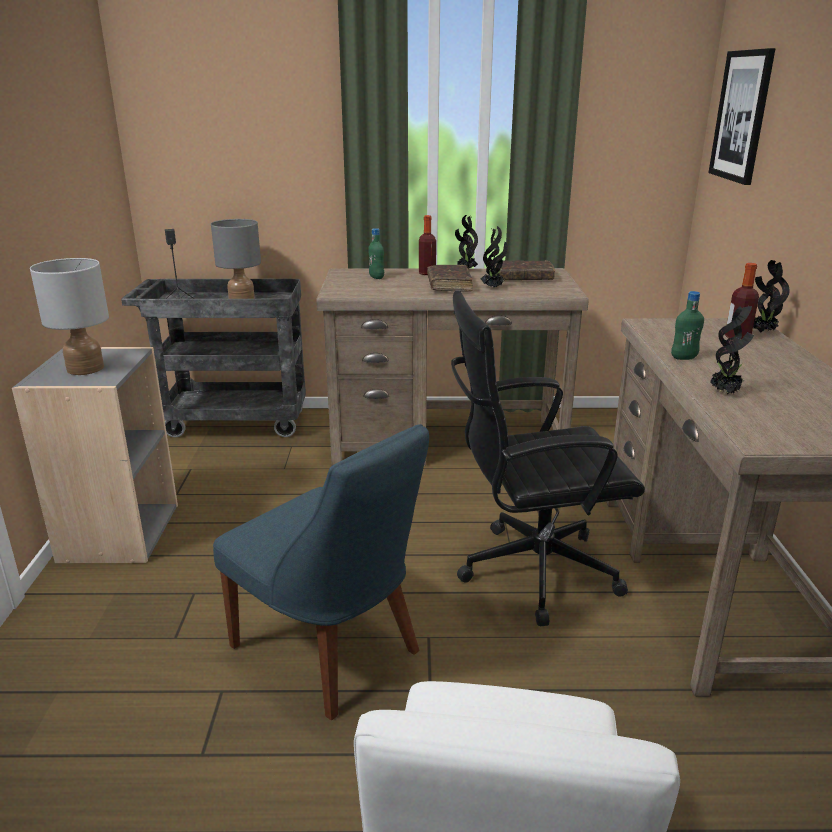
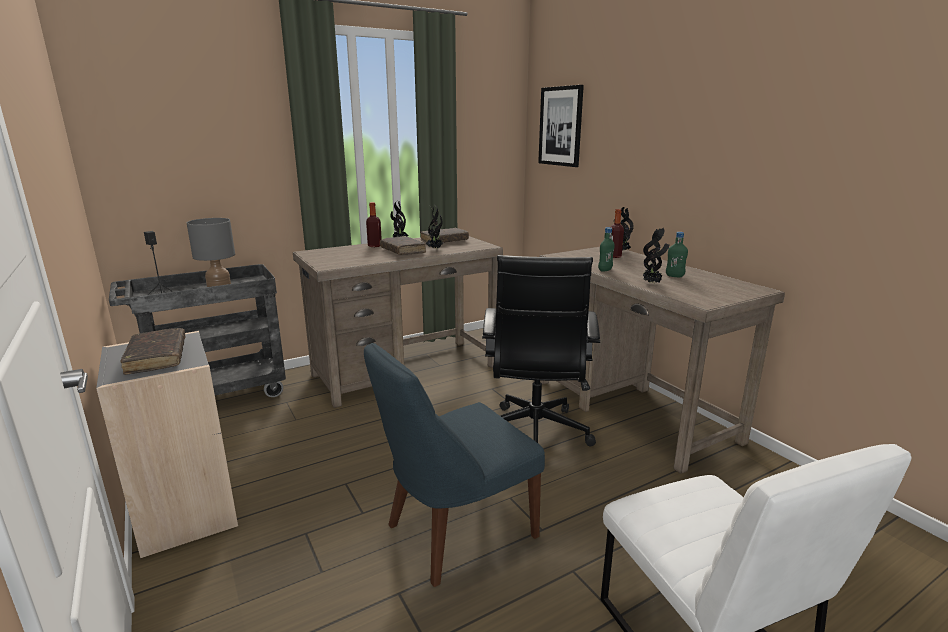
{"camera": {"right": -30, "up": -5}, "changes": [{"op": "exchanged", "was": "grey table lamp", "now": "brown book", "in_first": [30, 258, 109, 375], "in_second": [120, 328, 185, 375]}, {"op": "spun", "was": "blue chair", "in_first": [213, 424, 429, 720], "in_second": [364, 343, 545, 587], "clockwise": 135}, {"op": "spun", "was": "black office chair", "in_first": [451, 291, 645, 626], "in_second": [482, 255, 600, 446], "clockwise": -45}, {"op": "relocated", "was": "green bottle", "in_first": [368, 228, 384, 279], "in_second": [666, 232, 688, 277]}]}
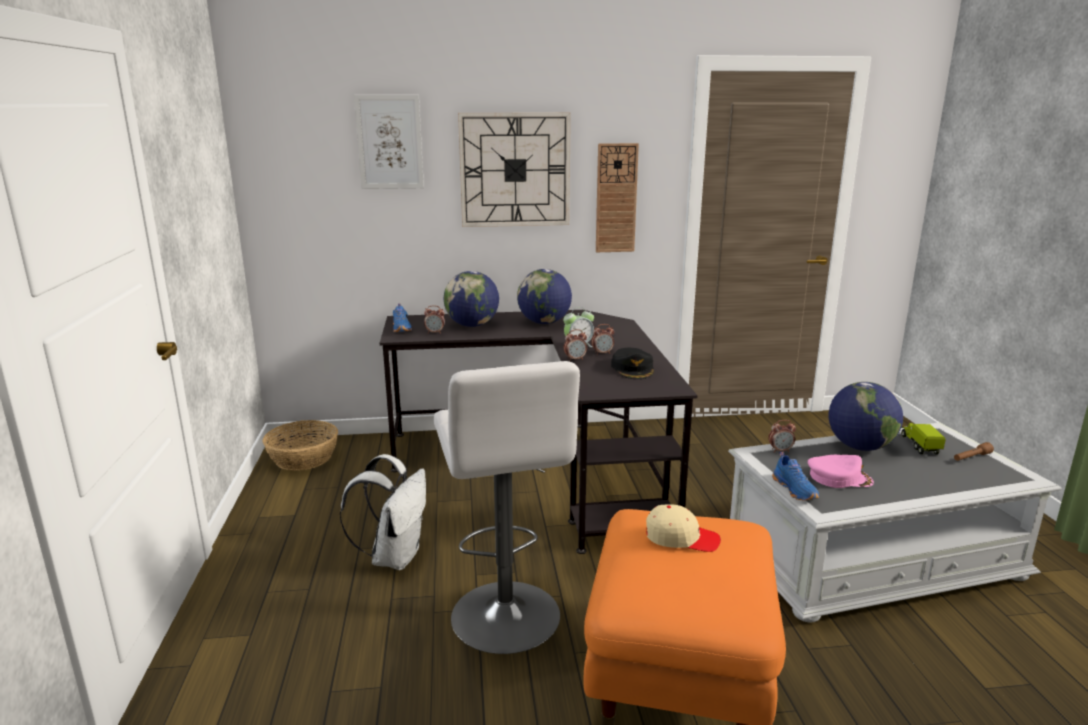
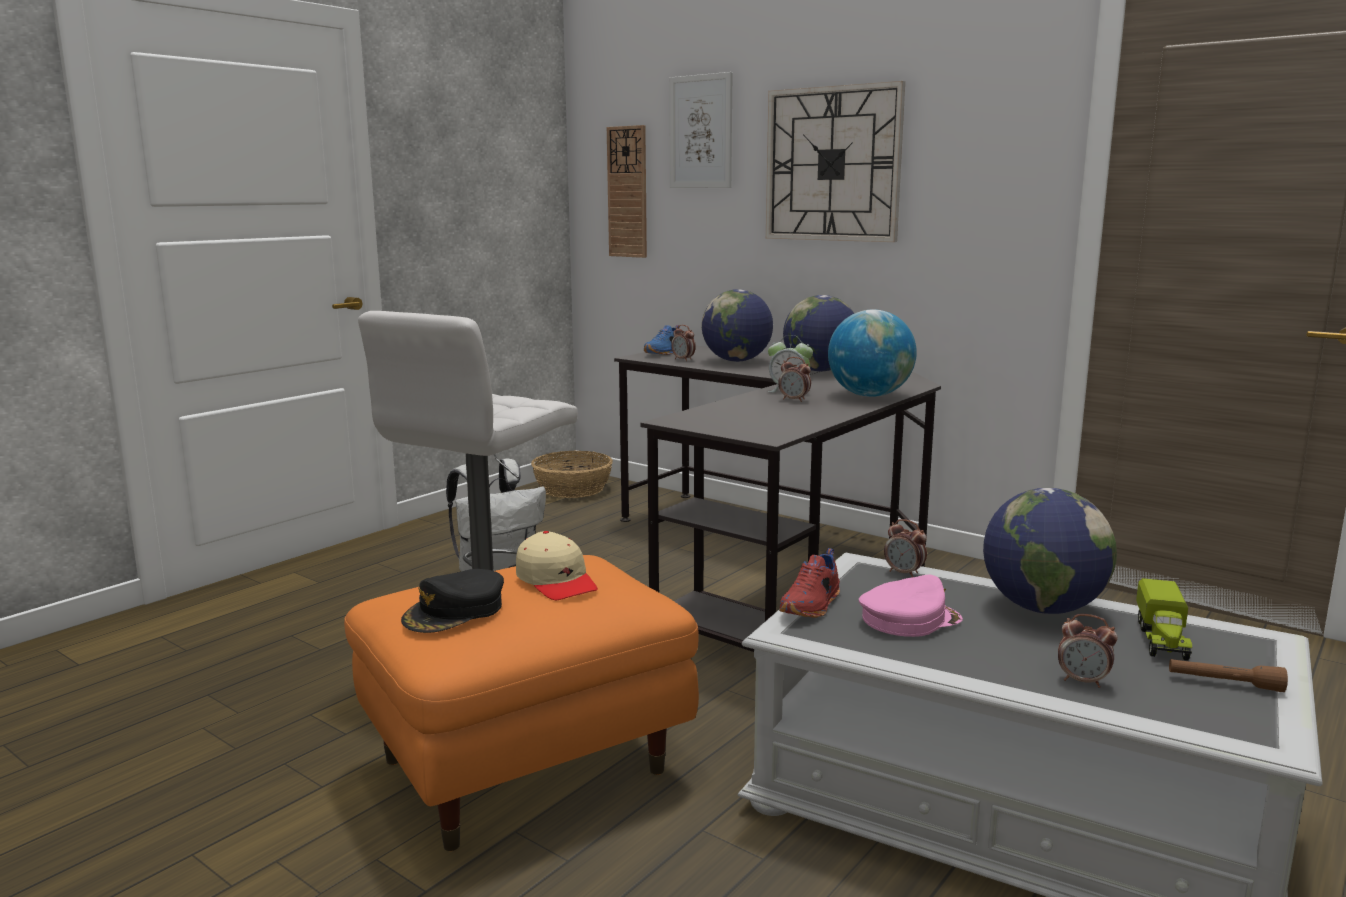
{"camera": {"right": 45, "up": -5}, "changes": [{"op": "relocated", "was": "black cap", "in_first": [611, 348, 654, 379], "in_second": [401, 569, 504, 633]}, {"op": "relocated", "was": "wall clock", "in_first": [596, 143, 639, 252], "in_second": [607, 125, 647, 258]}, {"op": "colour", "was": "blue shoe", "now": "red shoe", "in_first": [772, 452, 819, 501], "in_second": [779, 548, 840, 618]}, {"op": "appeared", "now": "globe", "in_second": [828, 309, 917, 397]}, {"op": "spun", "was": "pink cap", "in_first": [808, 455, 874, 488], "in_second": [859, 575, 963, 637], "clockwise": -75}, {"op": "relocated", "was": "alarm clock", "in_first": [564, 329, 587, 361], "in_second": [1058, 614, 1118, 688]}, {"op": "spun", "was": "toy truck", "in_first": [901, 423, 946, 455], "in_second": [1136, 578, 1192, 661], "clockwise": 150}]}
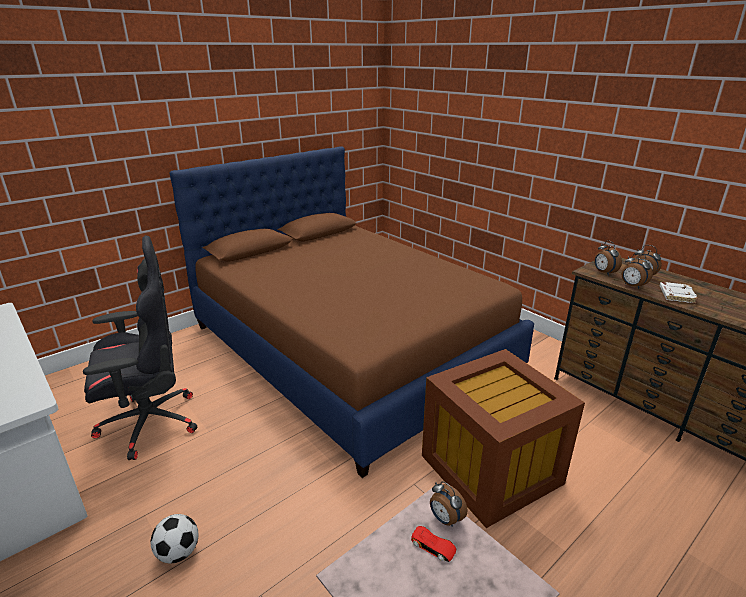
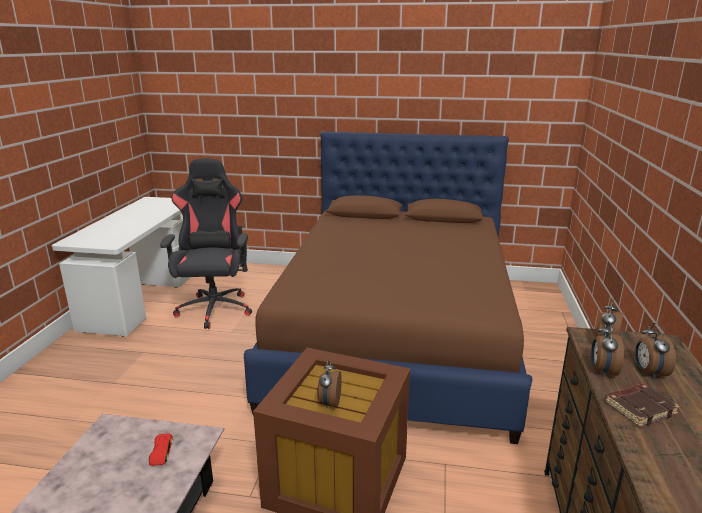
{"camera": {"right": 50, "up": -5}, "changes": [{"op": "spun", "was": "black office chair", "in_first": [83, 235, 197, 460], "in_second": [160, 158, 252, 329], "clockwise": -120}, {"op": "relocated", "was": "alarm clock", "in_first": [430, 481, 468, 527], "in_second": [317, 360, 342, 409]}, {"op": "colour", "was": "white book", "now": "brown book", "in_first": [660, 282, 698, 303], "in_second": [604, 383, 680, 427]}, {"op": "missing", "was": "football", "in_first": [151, 514, 198, 563]}]}
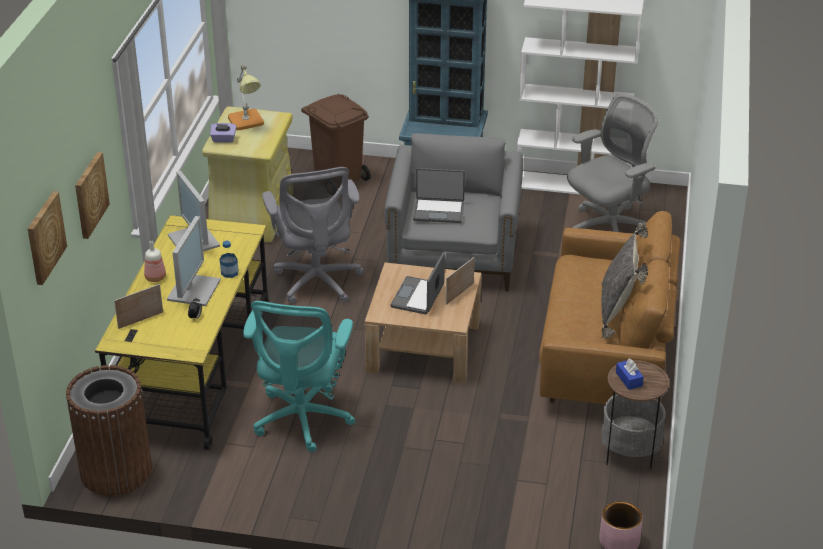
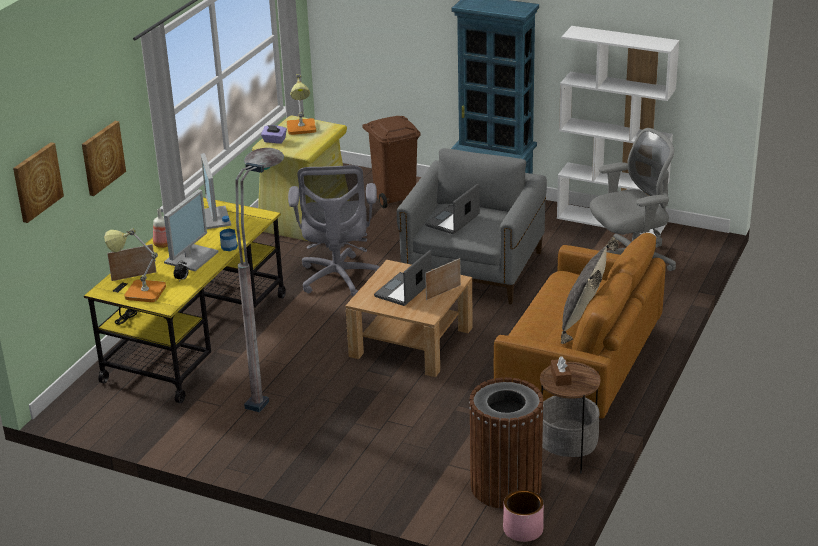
{"camera": {"right": 15, "up": -5}, "changes": [{"op": "appeared", "now": "table lamp", "in_second": [104, 229, 166, 302]}, {"op": "exchanged", "was": "turquoise office chair", "now": "grey floor lamp", "in_first": [243, 301, 356, 452], "in_second": [235, 148, 284, 412]}, {"op": "spun", "was": "laptop", "in_first": [413, 168, 465, 223], "in_second": [425, 183, 480, 234], "clockwise": 105}, {"op": "relocated", "was": "brown trash can", "in_first": [66, 365, 152, 496], "in_second": [469, 377, 544, 509]}, {"op": "colour", "was": "blue tissue box", "now": "brown tissue box", "in_first": [616, 359, 644, 390], "in_second": [551, 356, 572, 386]}]}
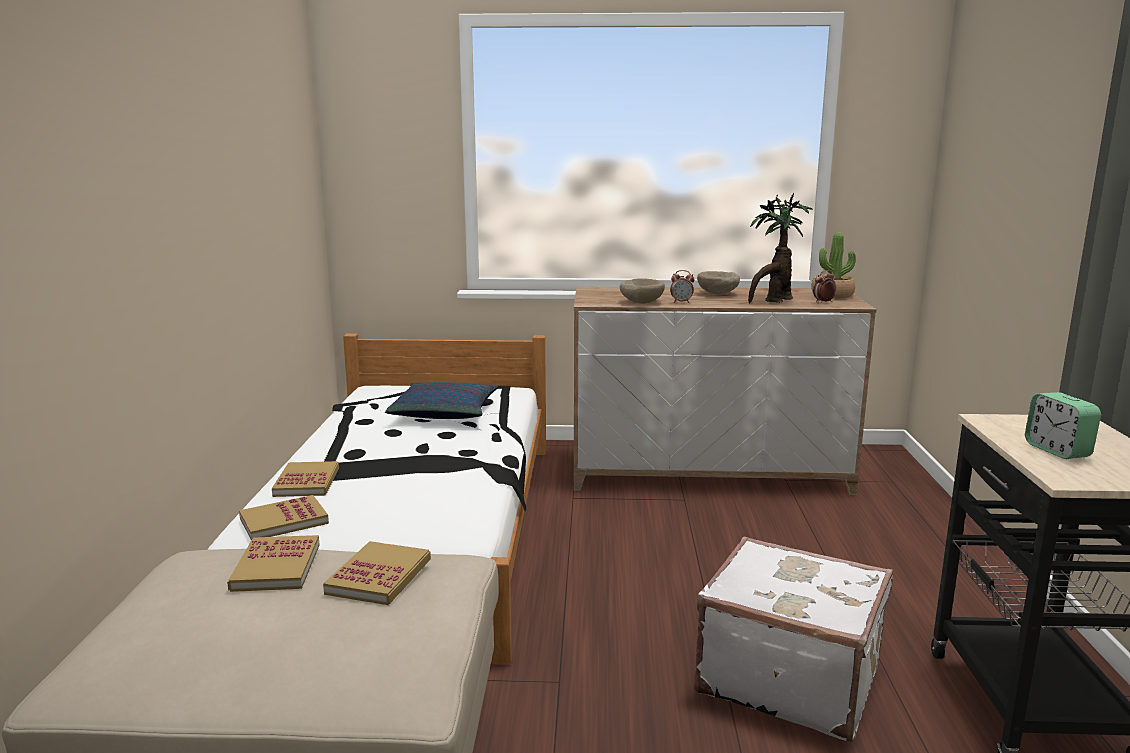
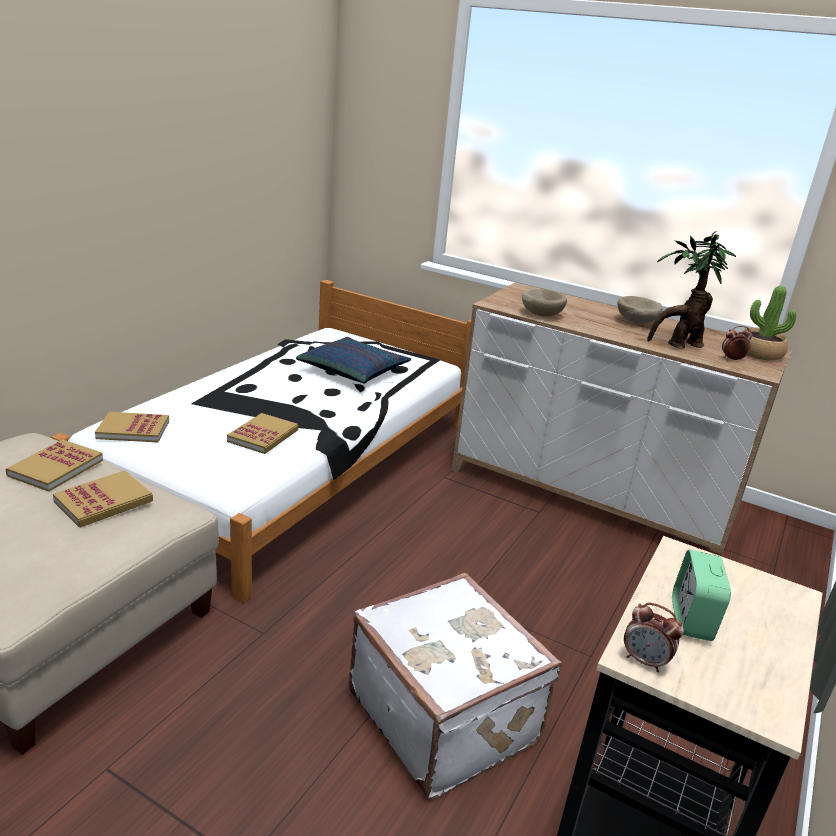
{"camera": {"right": 25, "up": 10}, "changes": [{"op": "relocated", "was": "book", "in_first": [272, 461, 339, 497], "in_second": [227, 413, 299, 454]}, {"op": "relocated", "was": "alarm clock", "in_first": [670, 270, 695, 303], "in_second": [624, 602, 684, 672]}]}
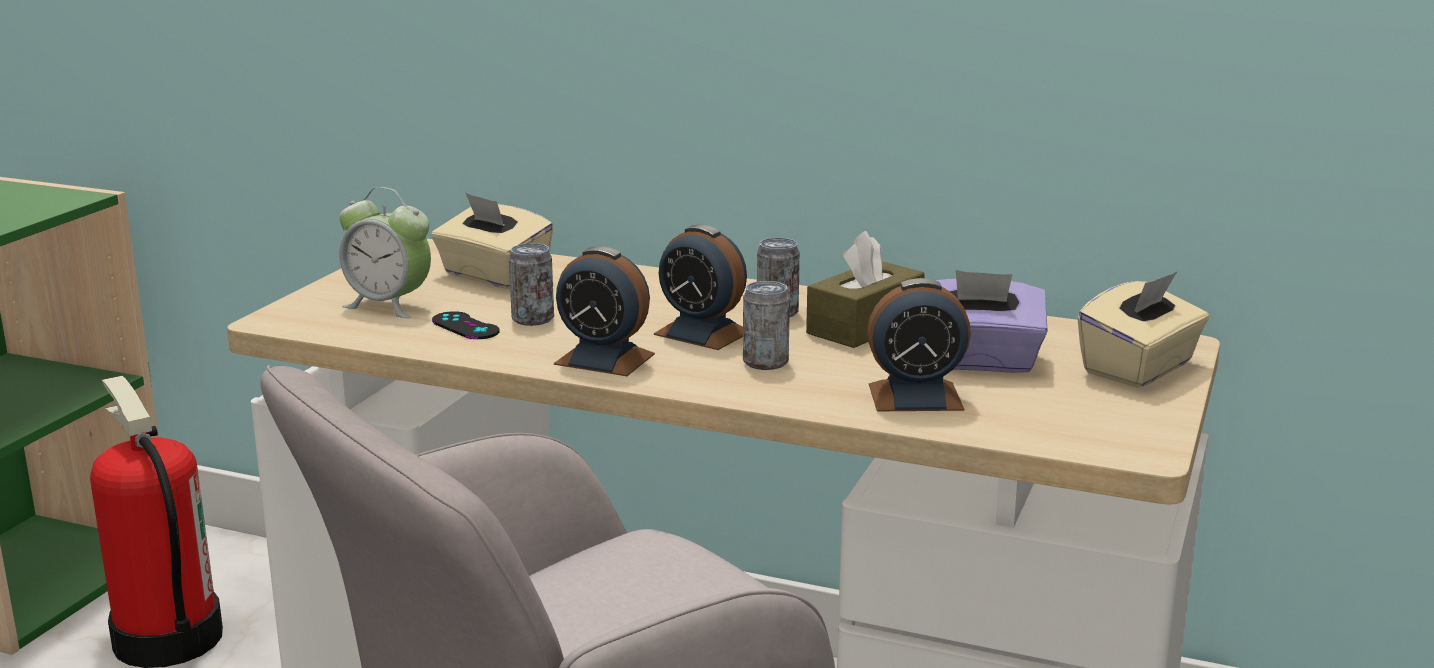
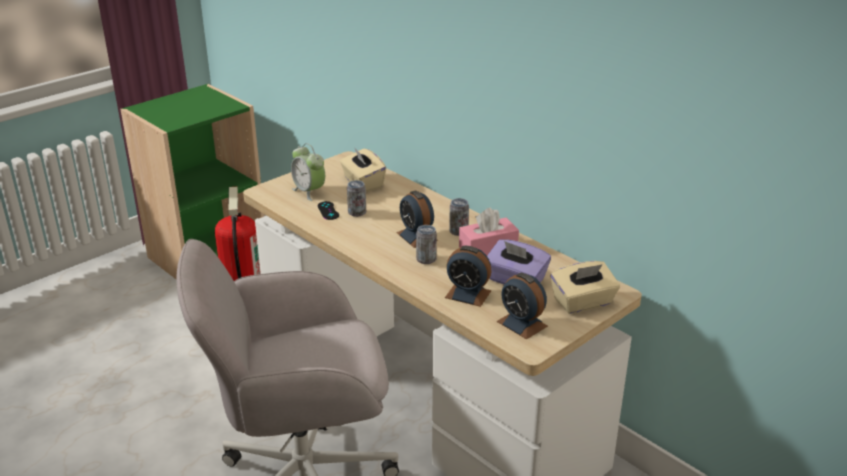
{"camera": {"right": 25, "up": 10}, "changes": [{"op": "colour", "was": "brown tissue box", "now": "pink tissue box", "in_first": [806, 231, 925, 348], "in_second": [459, 207, 519, 256]}, {"op": "relocated", "was": "alarm clock", "in_first": [554, 246, 655, 376], "in_second": [497, 273, 548, 340]}]}
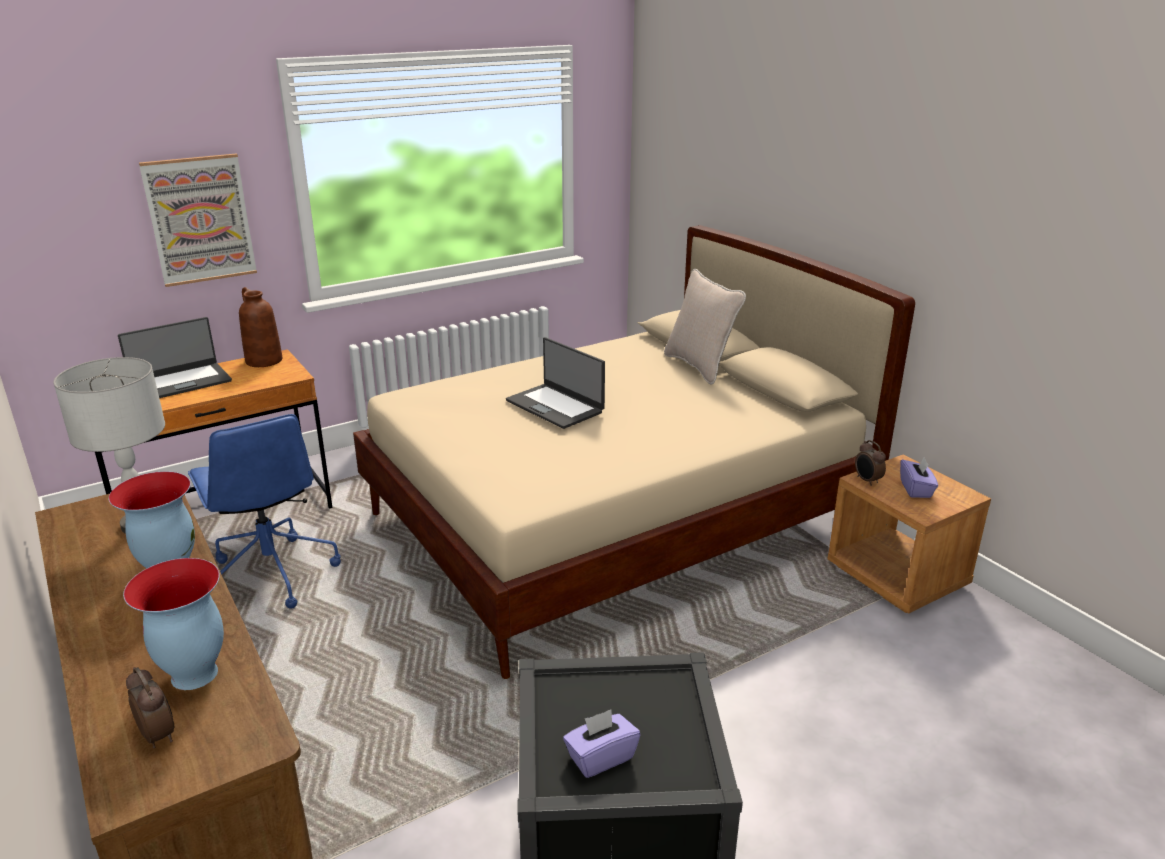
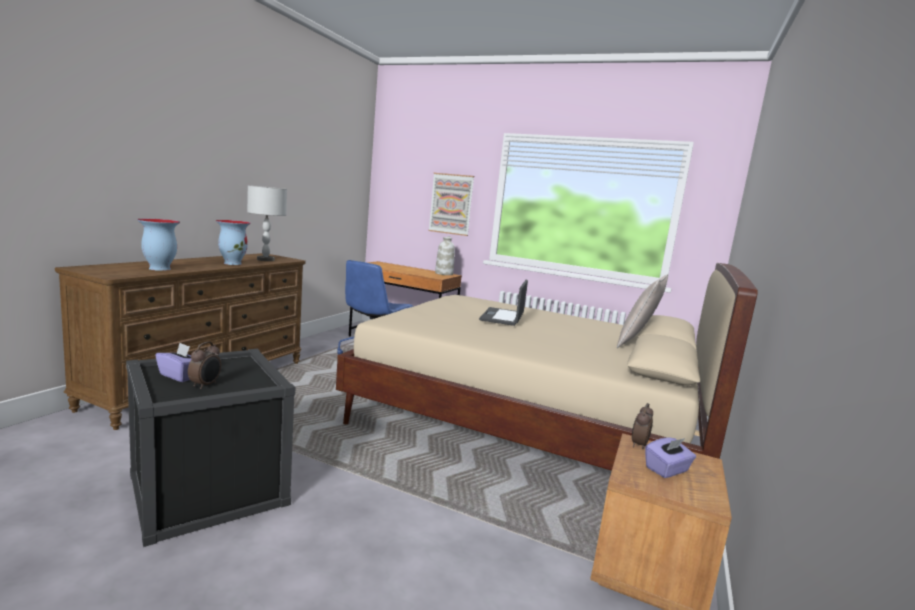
{"camera": {"right": 55, "up": -15}, "changes": [{"op": "relocated", "was": "alarm clock", "in_first": [126, 667, 174, 748], "in_second": [188, 342, 221, 389]}, {"op": "colour", "was": "brown vase", "now": "white vase", "in_first": [239, 287, 283, 367], "in_second": [435, 236, 455, 275]}, {"op": "missing", "was": "laptop", "in_first": [118, 317, 232, 398]}]}
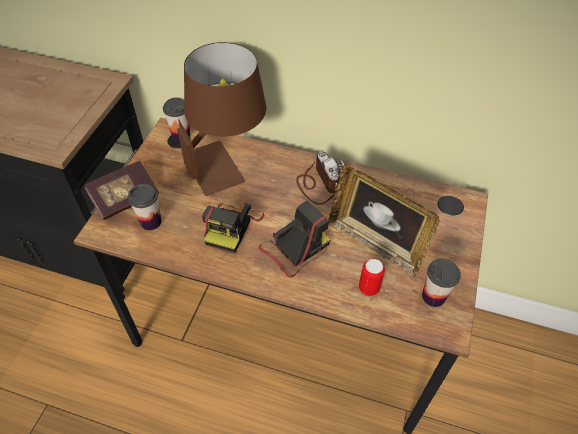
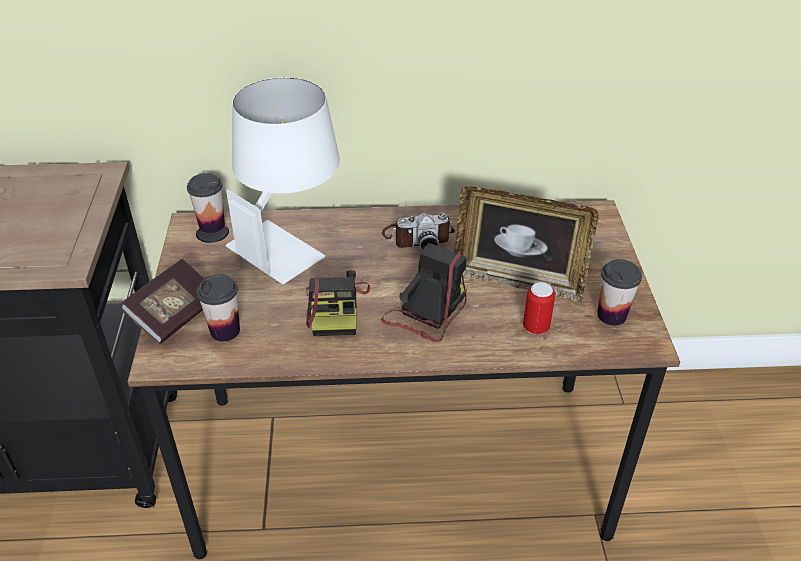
{"camera": {"right": -20, "up": -10}, "changes": [{"op": "colour", "was": "brown table lamp", "now": "white table lamp", "in_first": [177, 42, 266, 196], "in_second": [226, 77, 340, 284]}, {"op": "spun", "was": "photo camera", "in_first": [296, 151, 345, 205], "in_second": [382, 213, 455, 249], "clockwise": 120}]}
